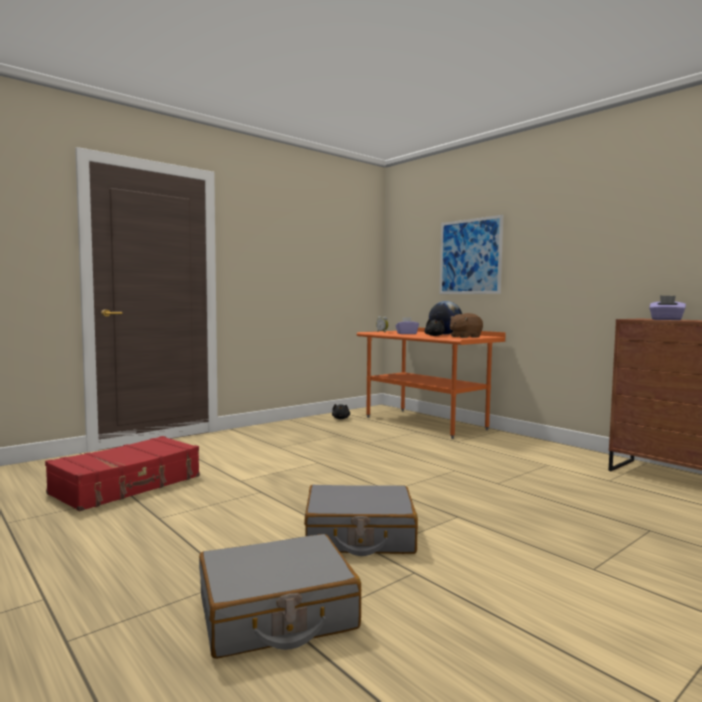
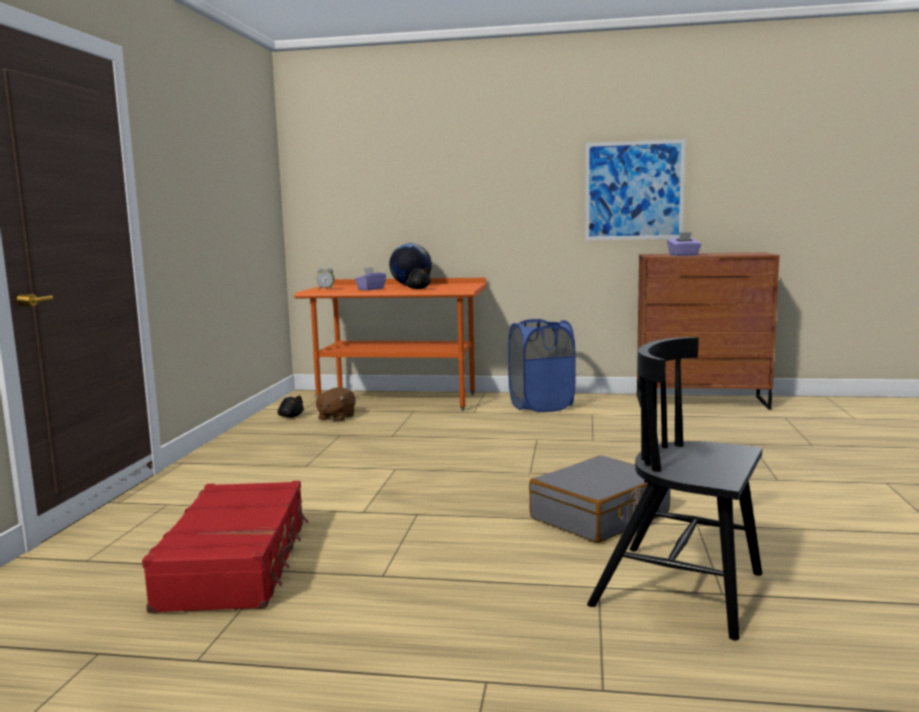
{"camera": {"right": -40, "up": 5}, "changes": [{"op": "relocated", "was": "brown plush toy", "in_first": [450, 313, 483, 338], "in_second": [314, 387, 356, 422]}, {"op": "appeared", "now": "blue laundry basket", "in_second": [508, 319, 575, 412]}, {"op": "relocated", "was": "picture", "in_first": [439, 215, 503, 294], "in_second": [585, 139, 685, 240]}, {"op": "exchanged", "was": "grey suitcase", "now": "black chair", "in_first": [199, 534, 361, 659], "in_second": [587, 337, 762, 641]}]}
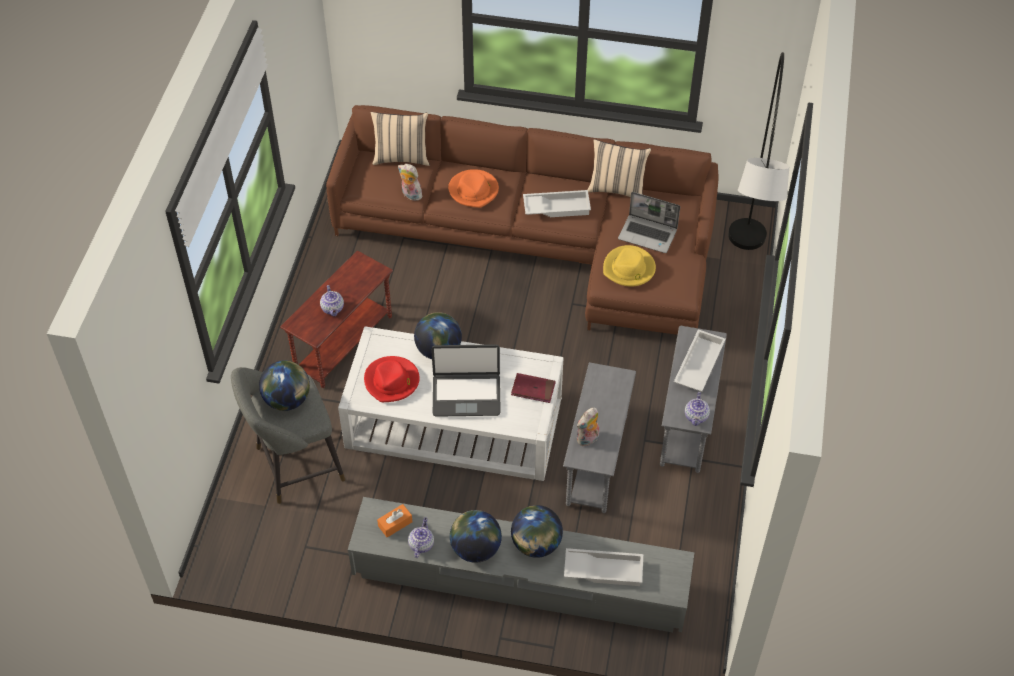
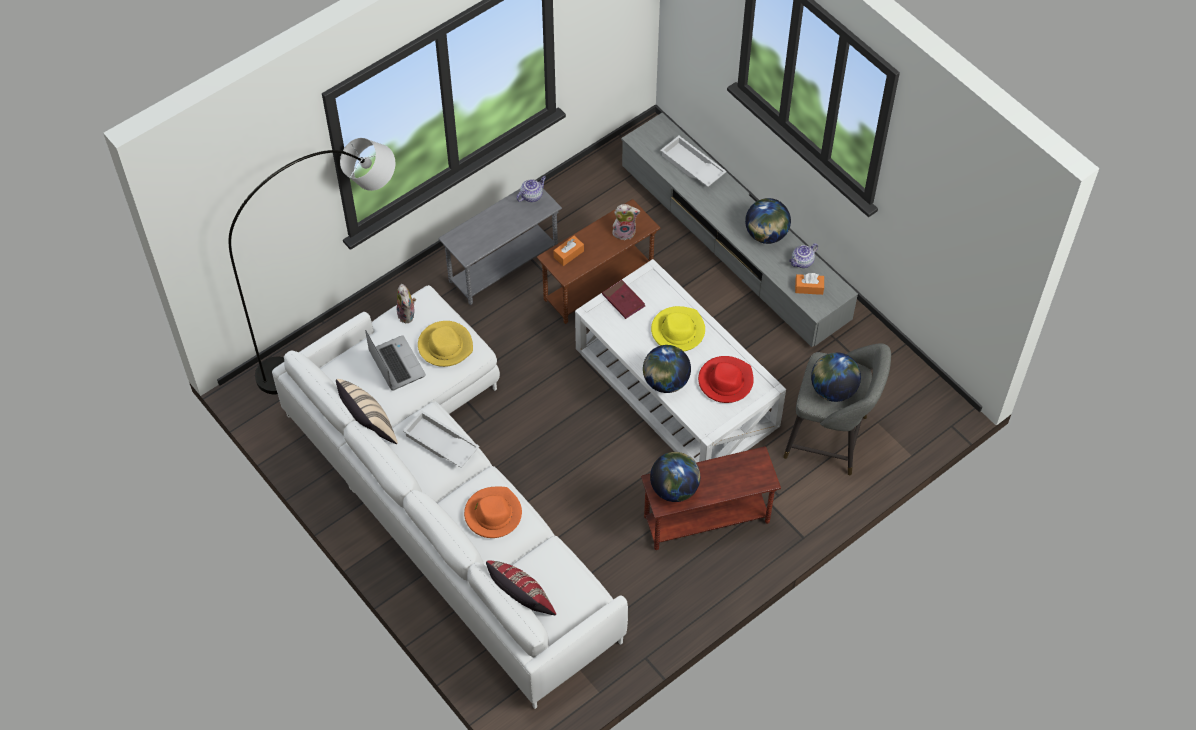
{"camera": {"right": -140, "up": 5}, "changes": [{"op": "colour", "was": "brown sofa", "now": "white sofa", "in_first": [326, 105, 719, 335], "in_second": [272, 285, 628, 709]}, {"op": "relocated", "was": "plush toy", "in_first": [398, 164, 422, 201], "in_second": [397, 284, 416, 323]}, {"op": "colour", "was": "beige pillow", "now": "red pillow", "in_first": [371, 112, 430, 166], "in_second": [486, 560, 556, 615]}, {"op": "colour", "was": "grey side table", "now": "brown side table", "in_first": [563, 362, 636, 513], "in_second": [537, 199, 661, 324]}, {"op": "appeared", "now": "orange tissue box", "in_second": [553, 236, 584, 266]}, {"op": "relocated", "was": "globe", "in_first": [511, 505, 563, 558], "in_second": [650, 452, 700, 502]}, {"op": "exchanged", "was": "laptop", "now": "yellow hat", "in_first": [431, 344, 501, 417], "in_second": [651, 306, 705, 351]}, {"op": "missing", "was": "teapot", "in_first": [320, 285, 344, 316]}, {"op": "missing", "was": "white tray", "in_first": [674, 329, 726, 392]}]}
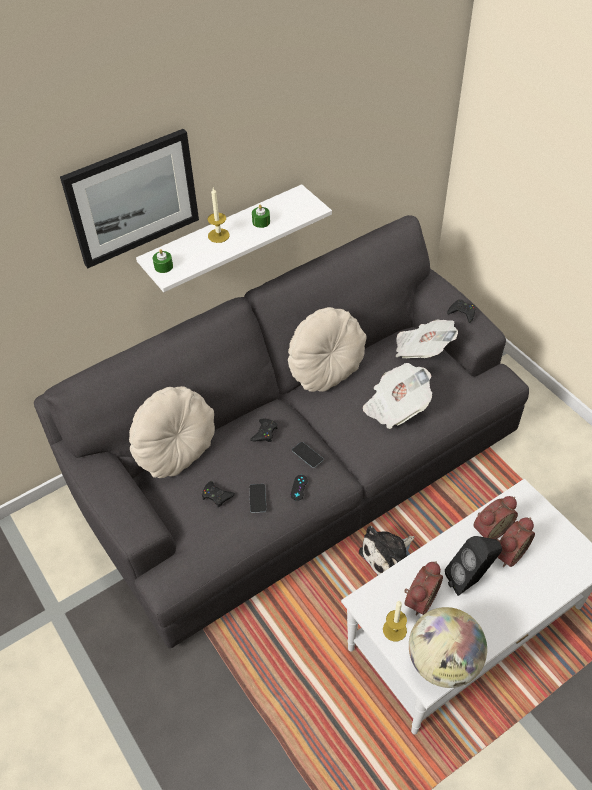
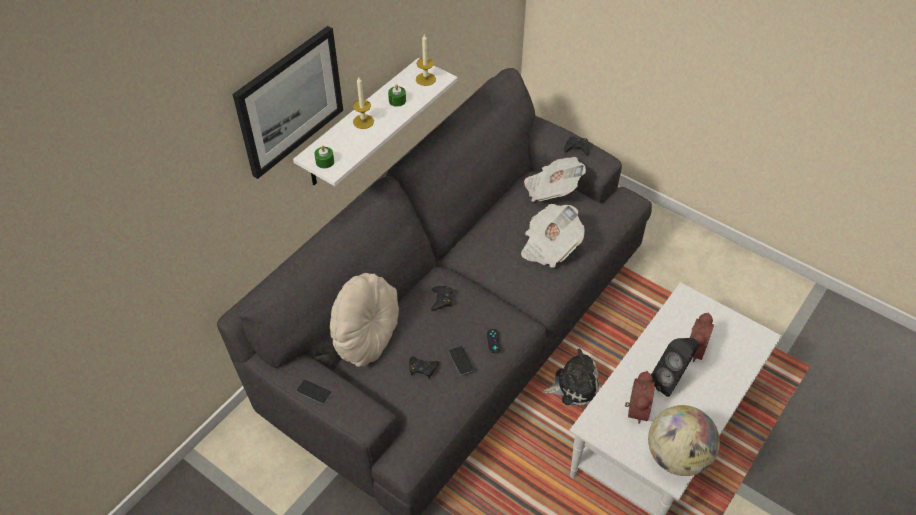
{"camera": {"right": -20, "up": 0}, "changes": [{"op": "relocated", "was": "phone", "in_first": [292, 442, 323, 468], "in_second": [296, 379, 332, 404]}, {"op": "relocated", "was": "candle", "in_first": [383, 601, 407, 642], "in_second": [416, 35, 436, 86]}, {"op": "spun", "was": "plush toy", "in_first": [359, 526, 414, 576], "in_second": [543, 349, 599, 405], "clockwise": -135}, {"op": "missing", "was": "beige pillow", "in_first": [288, 307, 366, 392]}, {"op": "missing", "was": "alarm clock", "in_first": [473, 496, 518, 539]}]}
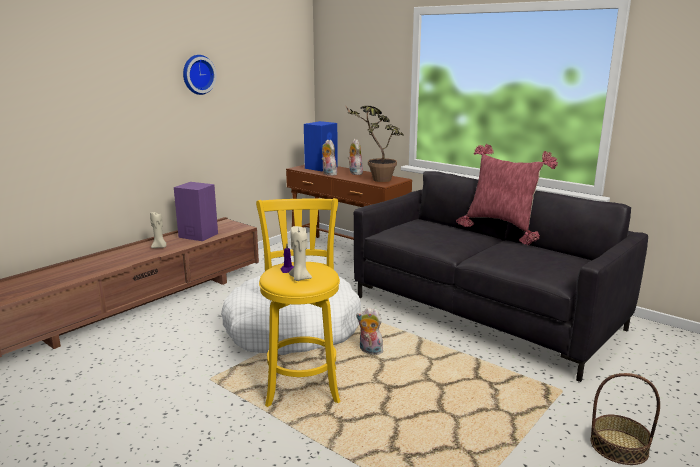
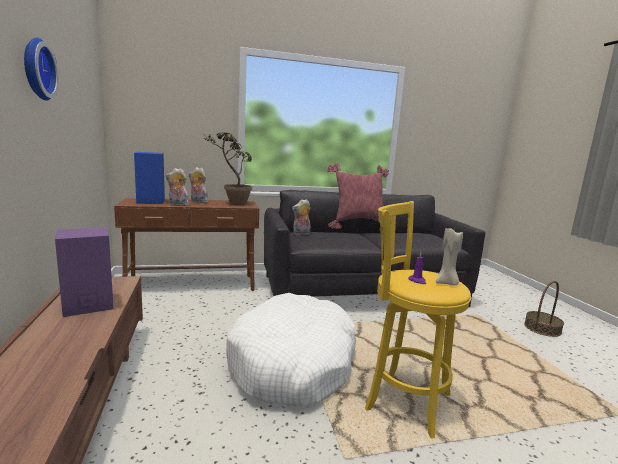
{"camera": {"right": -55, "up": -5}, "changes": [{"op": "relocated", "was": "plush toy", "in_first": [356, 307, 383, 355], "in_second": [292, 199, 311, 235]}, {"op": "missing", "was": "beige candle", "in_first": [150, 212, 166, 248]}]}
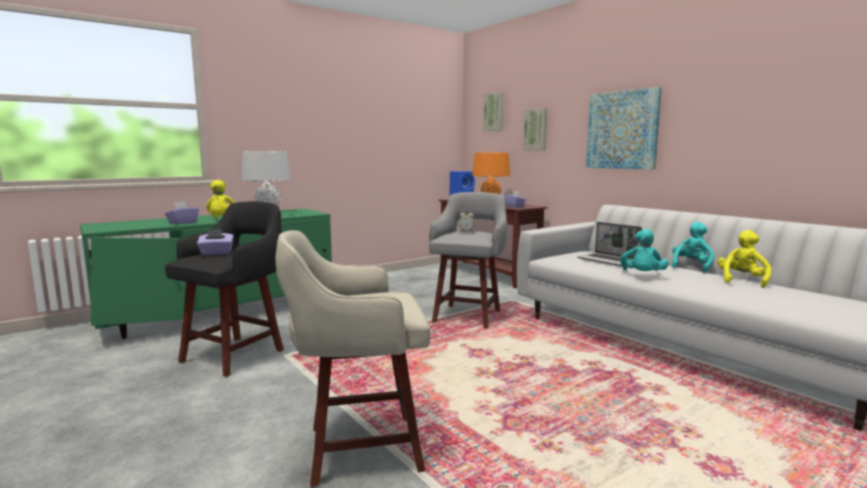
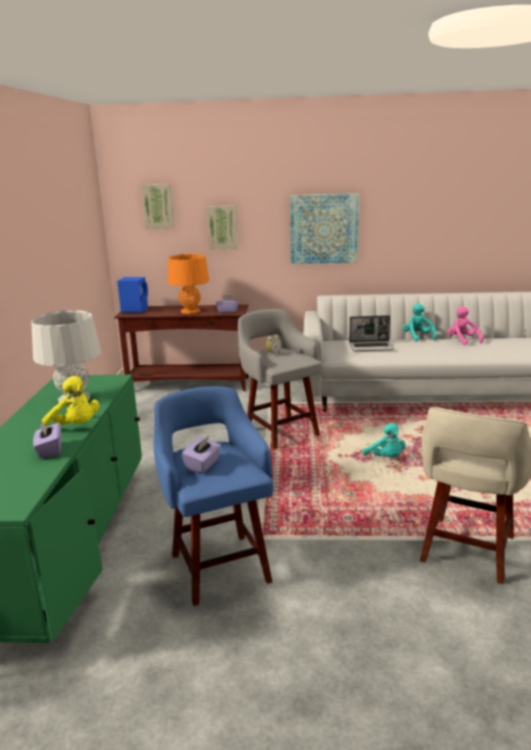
{"camera": {"right": -50, "up": 10}, "changes": [{"op": "colour", "was": "black stool", "now": "blue stool", "in_first": [165, 201, 284, 377], "in_second": [153, 386, 274, 606]}, {"op": "relocated", "was": "turquoise plush toy", "in_first": [620, 229, 669, 271], "in_second": [363, 423, 406, 457]}, {"op": "colour", "was": "yellow plush toy", "now": "pink plush toy", "in_first": [718, 230, 771, 288], "in_second": [447, 306, 484, 345]}]}
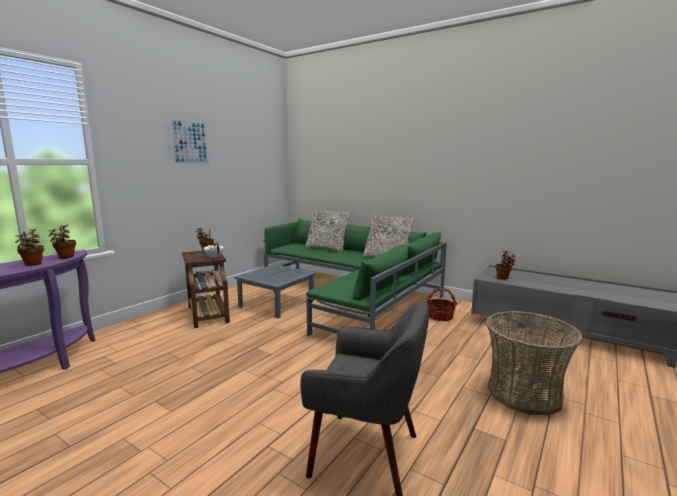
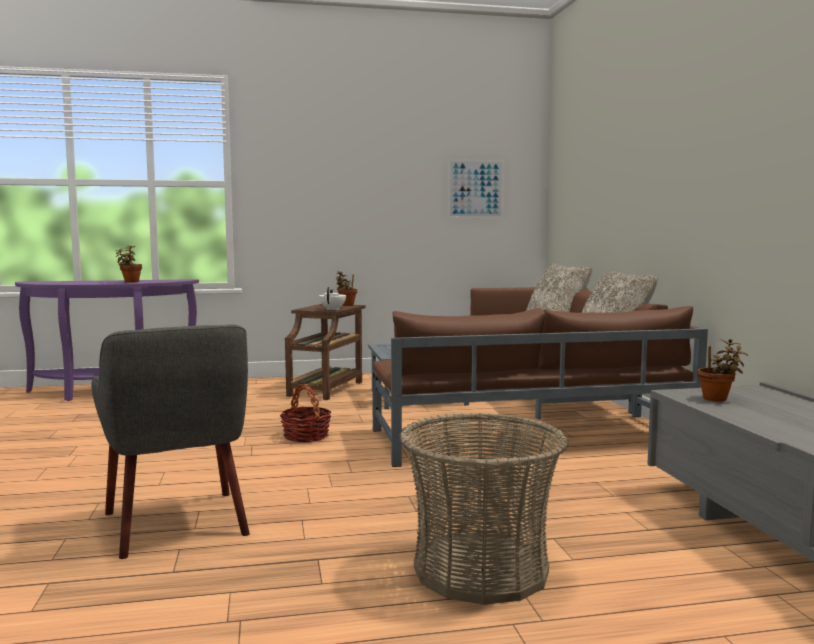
{"camera": {"right": 45, "up": -5}, "changes": [{"op": "relocated", "was": "basket", "in_first": [427, 288, 457, 321], "in_second": [280, 384, 331, 443]}, {"op": "colour", "was": "green sofa", "now": "brown sofa", "in_first": [234, 219, 447, 336], "in_second": [368, 287, 708, 467]}, {"op": "relocated", "was": "picture", "in_first": [168, 117, 210, 165], "in_second": [448, 159, 504, 218]}, {"op": "missing", "was": "potted plant", "in_first": [48, 225, 76, 259]}]}
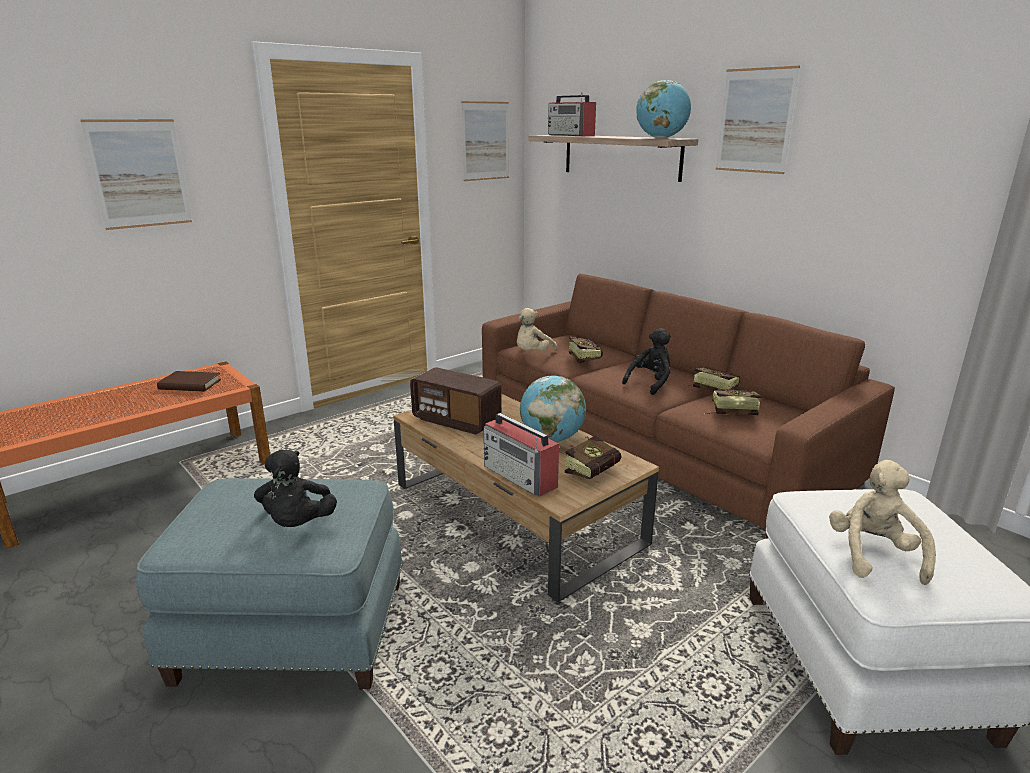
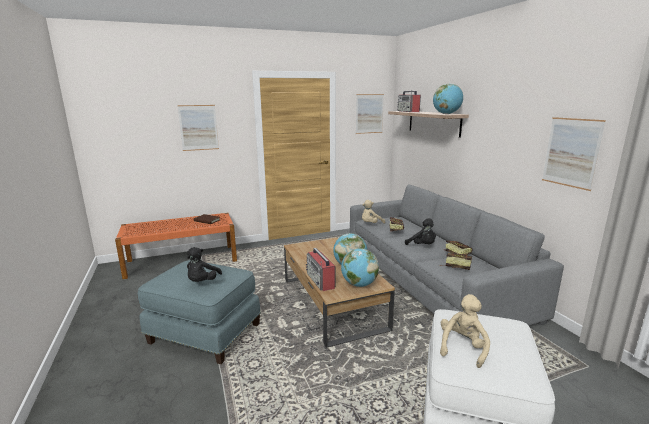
{"camera": {"right": 20, "up": -5}, "changes": [{"op": "exchanged", "was": "book", "now": "globe", "in_first": [565, 435, 621, 479], "in_second": [341, 248, 379, 287]}, {"op": "colour", "was": "brown sofa", "now": "grey sofa", "in_first": [482, 274, 895, 539], "in_second": [350, 185, 564, 326]}, {"op": "spun", "was": "black plush toy", "in_first": [622, 328, 671, 395], "in_second": [405, 218, 436, 245], "clockwise": 75}, {"op": "relocated", "was": "picture", "in_first": [716, 66, 800, 174], "in_second": [542, 117, 606, 191]}, {"op": "missing", "was": "radio", "in_first": [410, 367, 501, 435]}]}
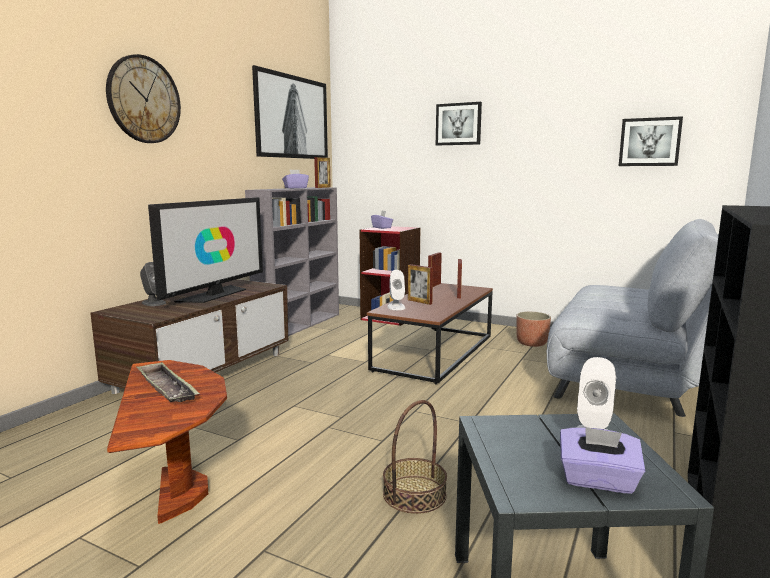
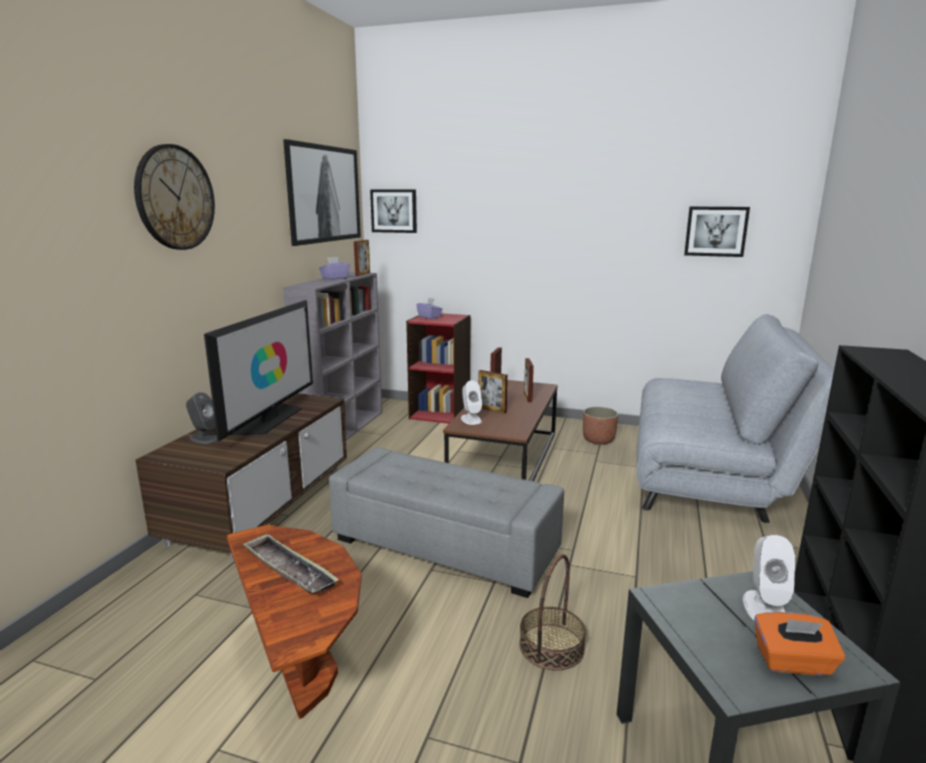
{"camera": {"right": -10, "up": 5}, "changes": [{"op": "appeared", "now": "grey ottoman", "in_second": [329, 447, 564, 598]}, {"op": "relocated", "was": "picture", "in_first": [436, 102, 482, 146], "in_second": [370, 190, 417, 233]}, {"op": "colour", "was": "purple tissue box", "now": "orange tissue box", "in_first": [560, 427, 645, 494], "in_second": [754, 612, 845, 676]}]}
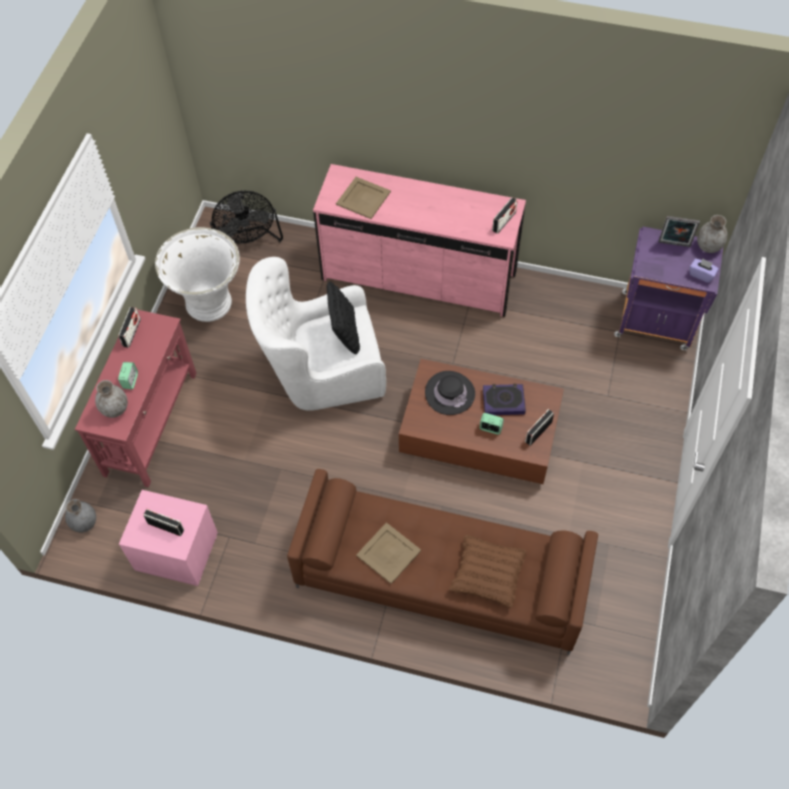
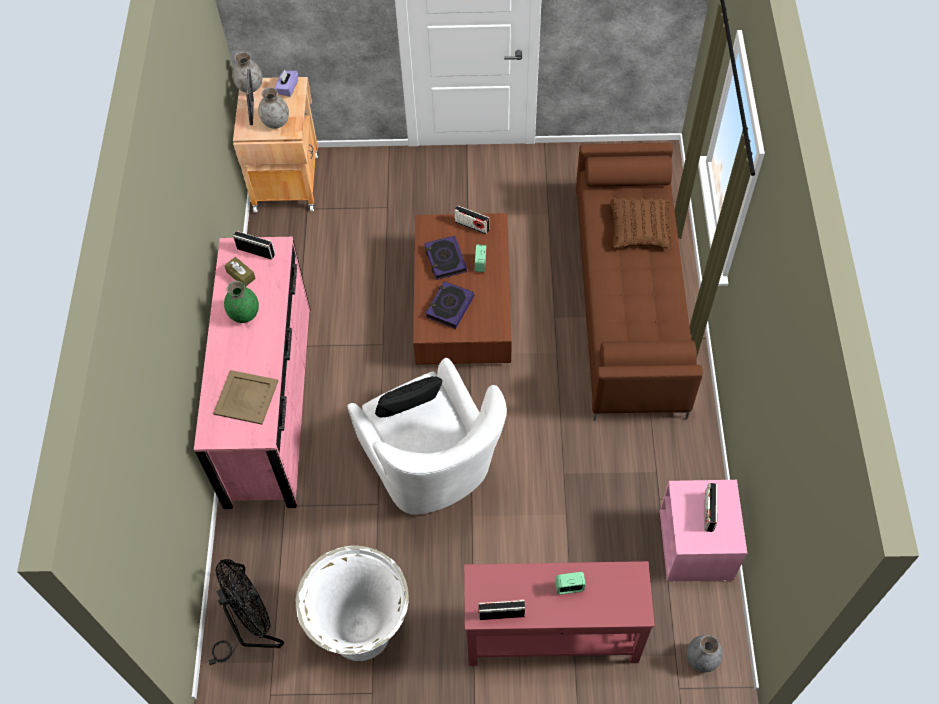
{"camera": {"right": -105, "up": 0}, "changes": [{"op": "appeared", "now": "brown tissue box", "in_second": [224, 257, 256, 287]}, {"op": "appeared", "now": "green vase", "in_second": [224, 281, 259, 323]}, {"op": "colour", "was": "purple cart", "now": "brown cart", "in_first": [614, 226, 723, 351], "in_second": [233, 77, 319, 213]}, {"op": "relocated", "was": "grey vase", "in_first": [95, 380, 128, 418], "in_second": [258, 87, 289, 129]}, {"op": "exchanged", "was": "black hat", "now": "book", "in_first": [425, 371, 475, 415], "in_second": [425, 281, 474, 329]}, {"op": "missing", "was": "beige tray", "in_first": [356, 522, 421, 584]}]}
